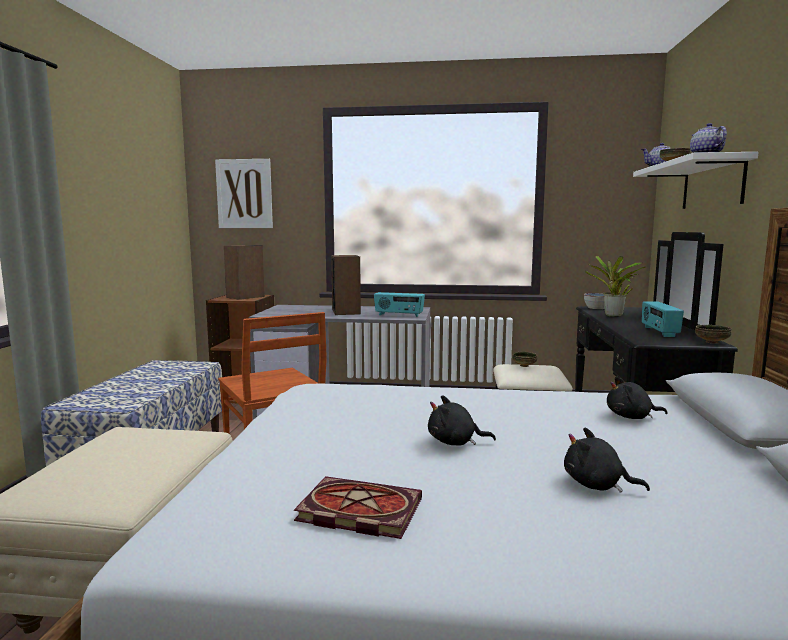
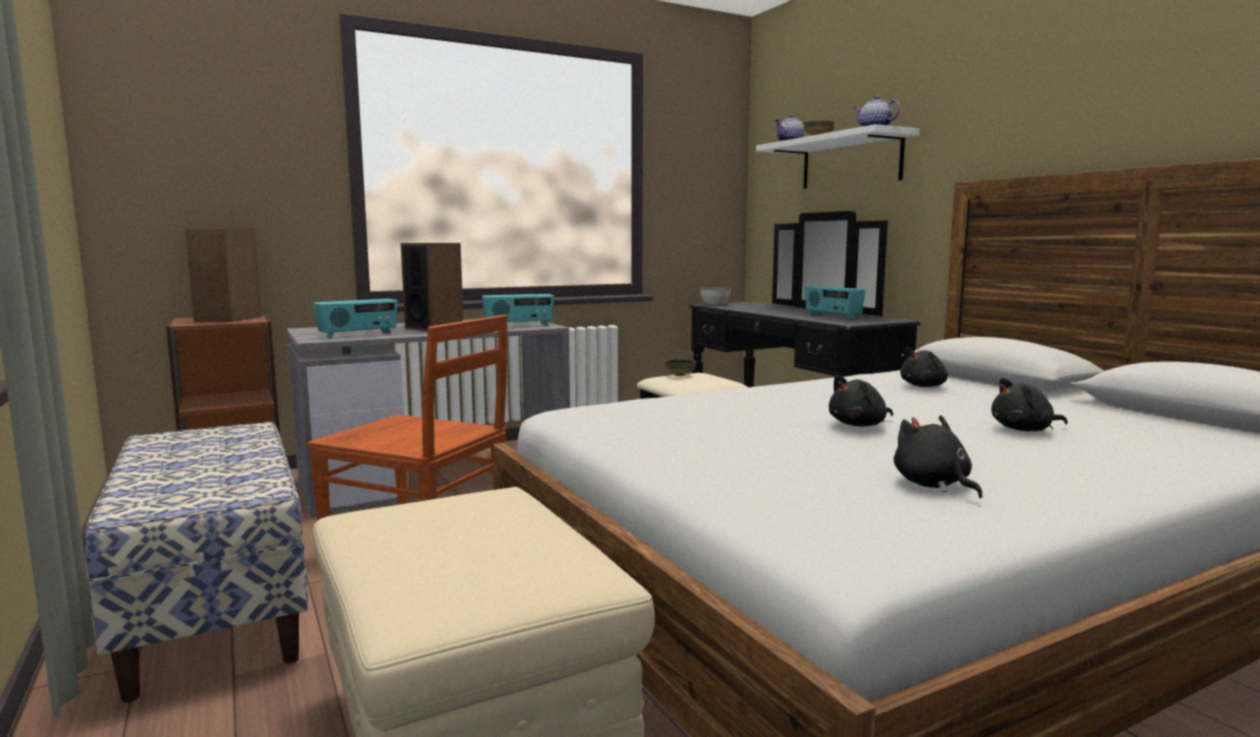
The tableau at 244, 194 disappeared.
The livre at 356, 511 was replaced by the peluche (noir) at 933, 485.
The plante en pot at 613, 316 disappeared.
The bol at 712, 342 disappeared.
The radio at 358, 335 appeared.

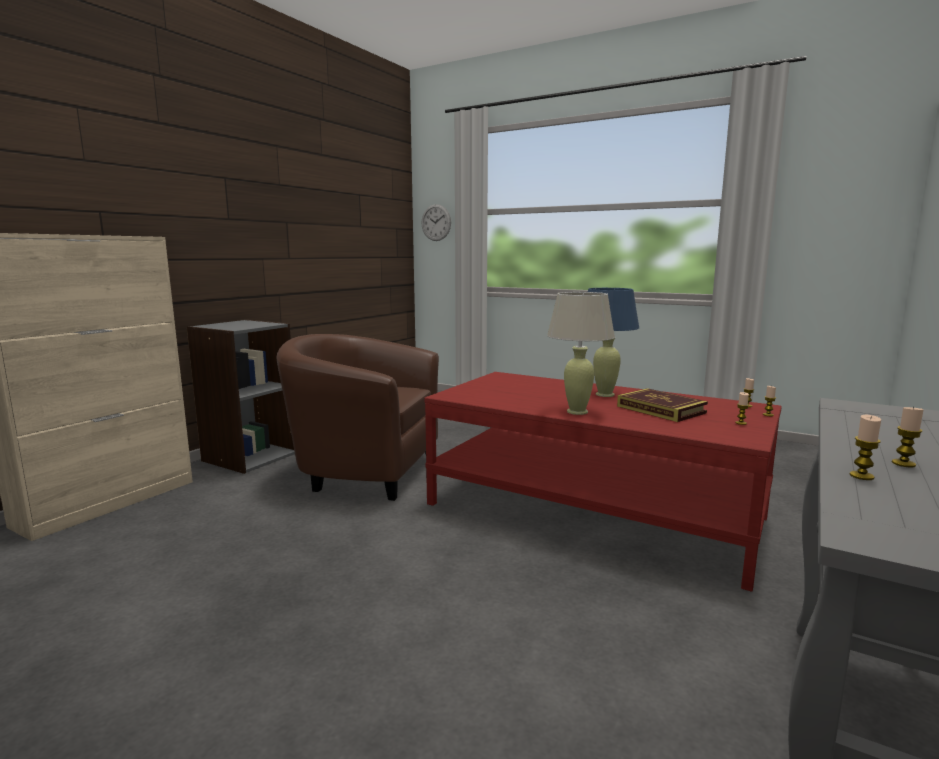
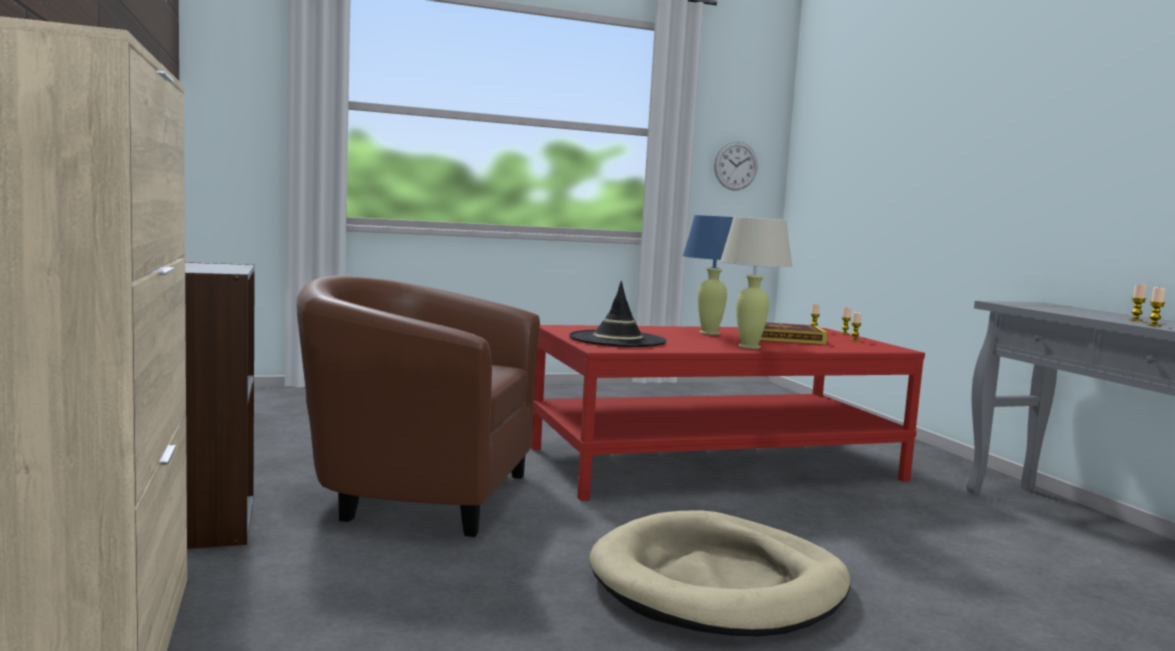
The fauteuil (marron) at 363, 471 turned 45 degrees clockwise.
The horloge murale moved from 436, 222 to 735, 166.
The chapeau (noir) at 617, 340 appeared.
The panier pour chien (beige) at 719, 584 appeared.

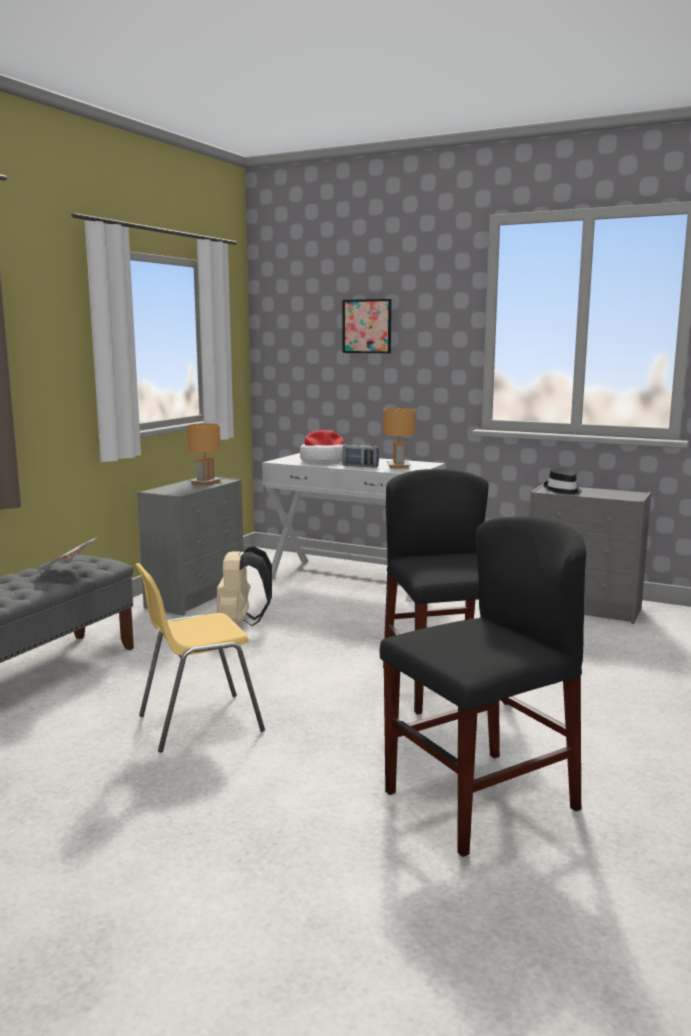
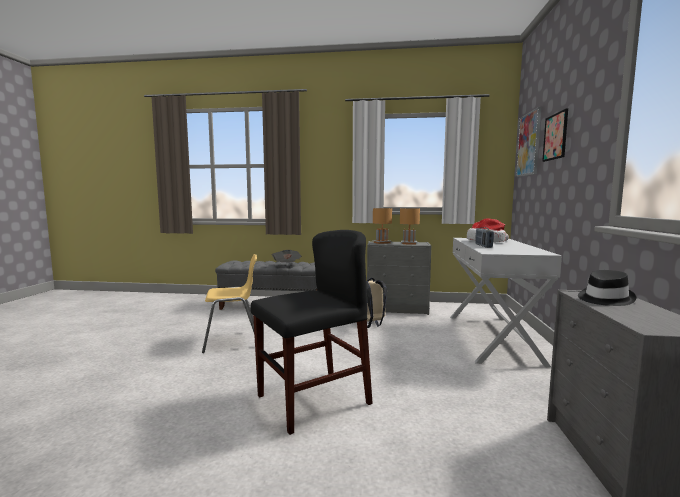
The chaise (jaune) at 198, 723 turned 120 degrees clockwise.
The chaise (noir) at 480, 800 disappeared.
The lampe de table (marron) moved from 399, 466 to 382, 242.
The tableau at 529, 144 appeared.

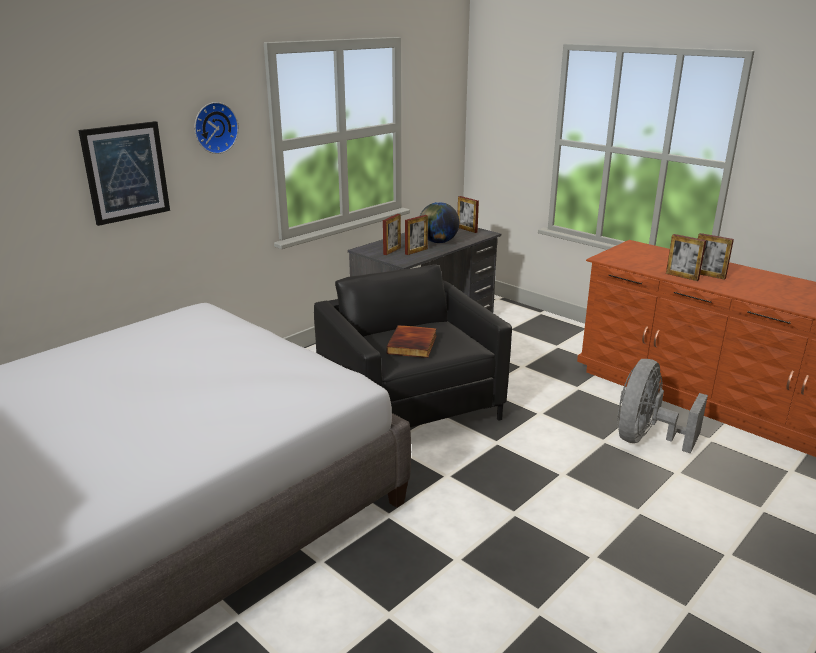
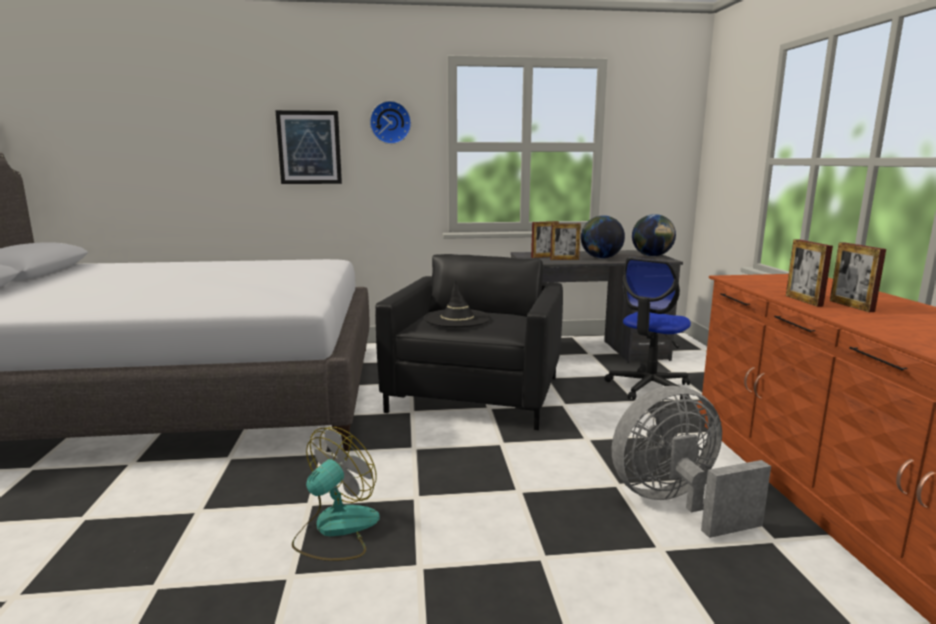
The livre at 413, 345 was replaced by the chapeau (noir) at 457, 319.
The cadre photo at 467, 229 was replaced by the globe at 652, 256.
The ventilateur at 335, 529 appeared.
The chaise de bureau at 649, 387 appeared.

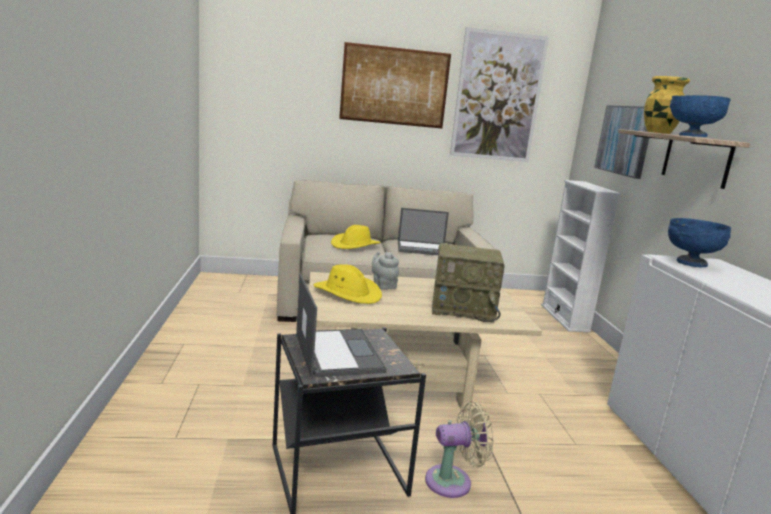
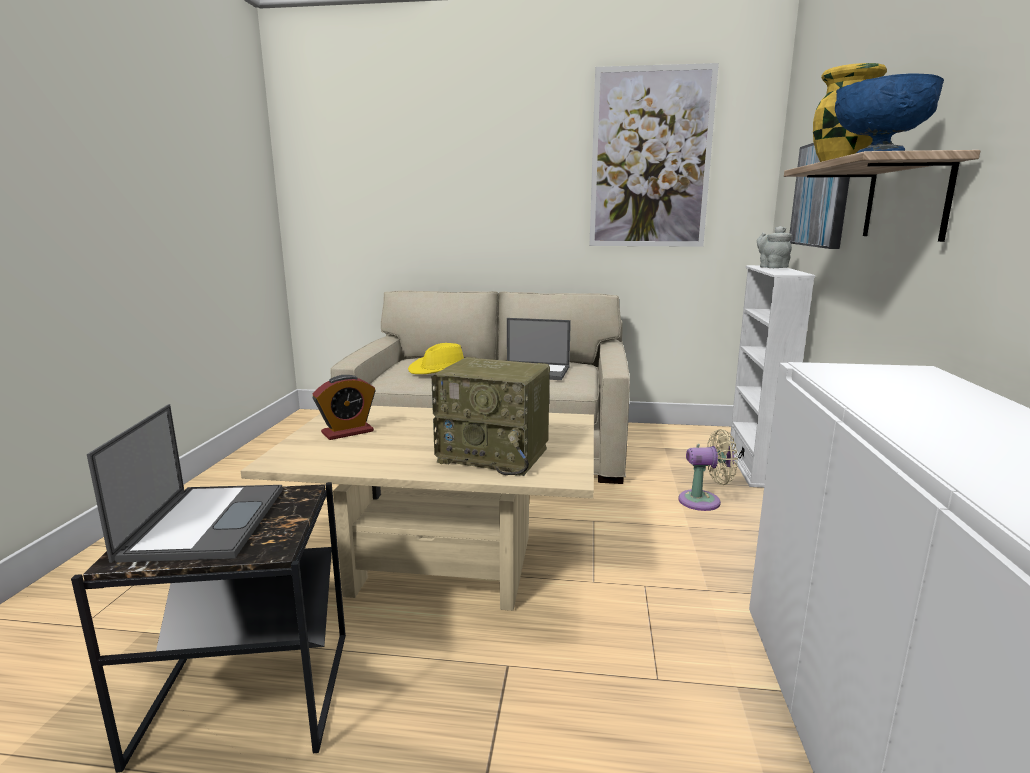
The chapeau (jaune) at 348, 293 was replaced by the réveil at 347, 432.
The tableau at 394, 86 disappeared.
The théière (gris) moved from 383, 285 to 771, 267.
The ventilateur (beige) moved from 453, 481 to 704, 501.
The bol (bleu) at 690, 263 disappeared.

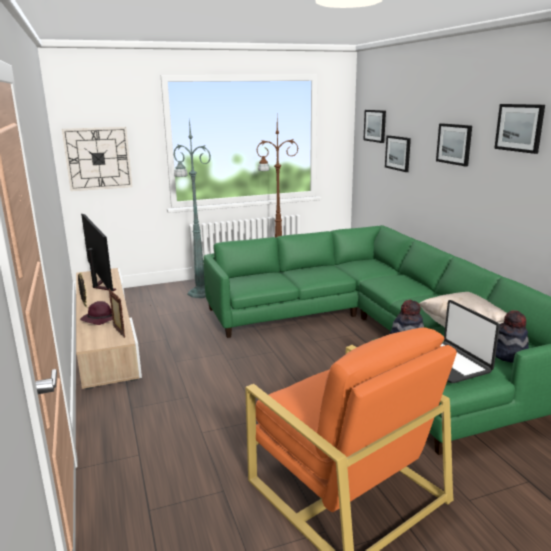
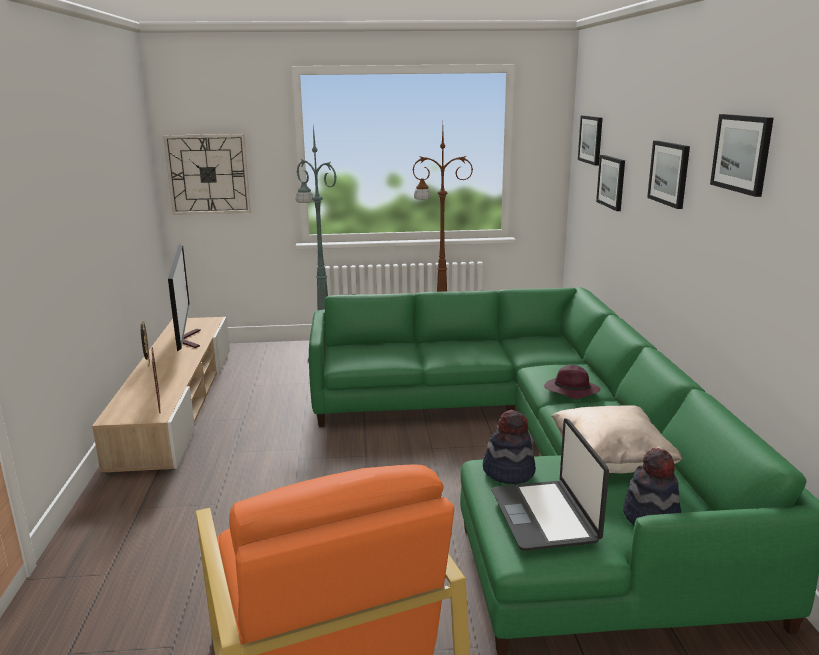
The chapeau (violet) moved from 100, 319 to 570, 391.

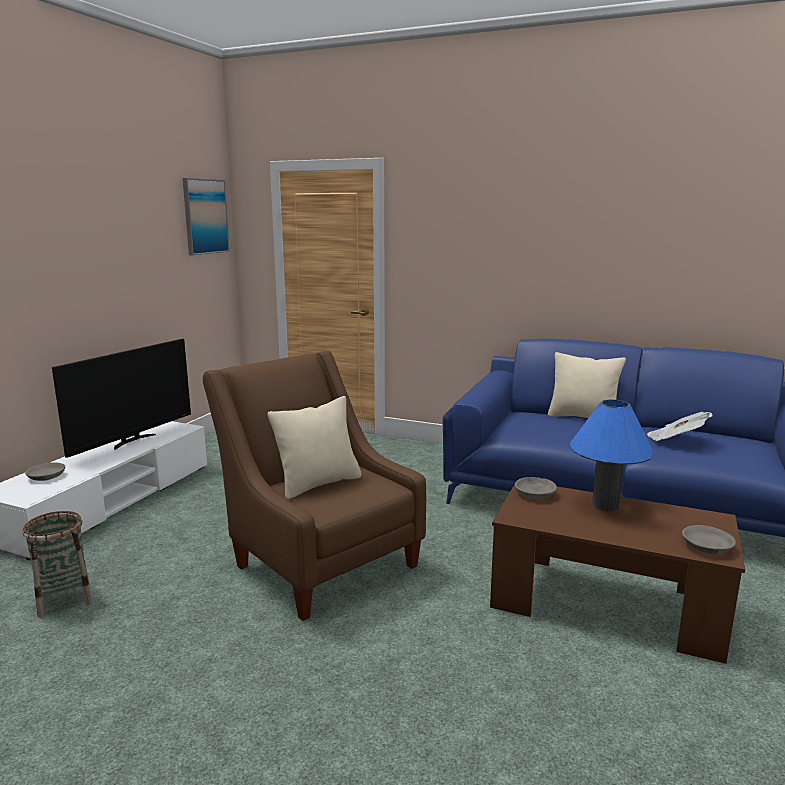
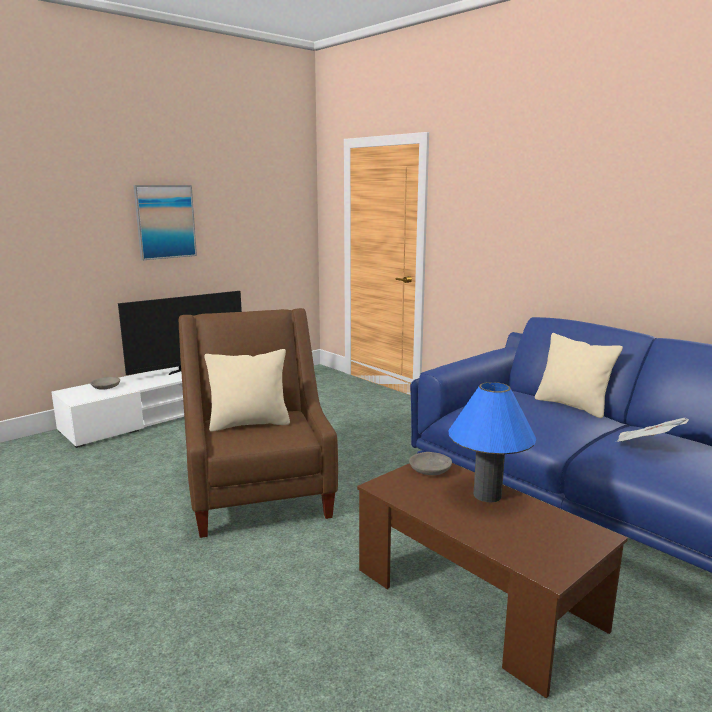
The panier at 64, 598 disappeared.
The tableau moved from 205, 216 to 165, 222.
The bol (gris) at 706, 547 disappeared.

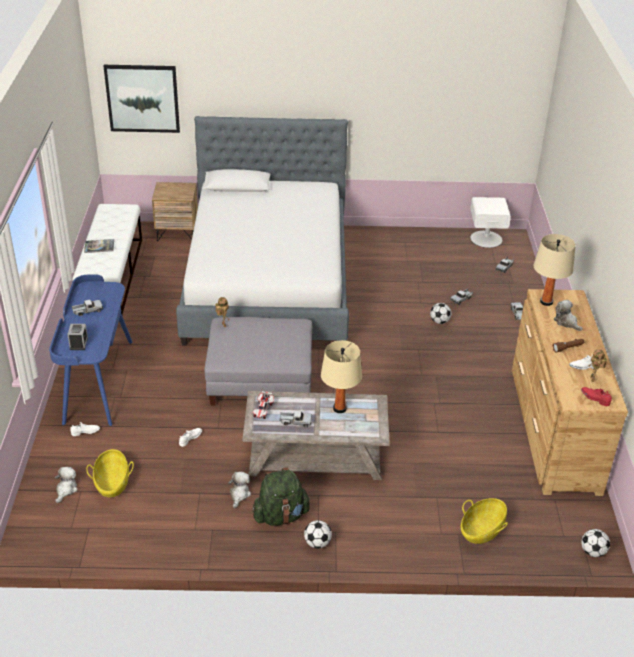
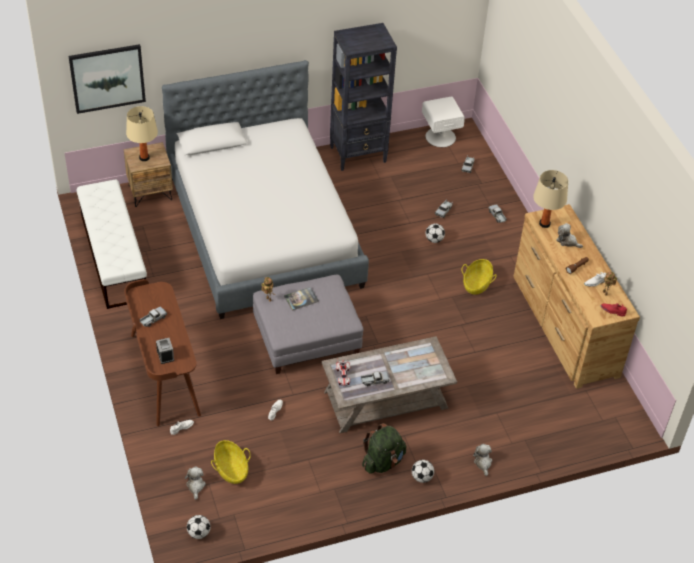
The bureau (bleu) at 97, 381 became the bureau (marron) at 163, 374.
The livre moved from 99, 246 to 301, 299.
The peluche moved from 239, 494 to 483, 463.
The lampe de table (beige) moved from 339, 408 to 144, 157.
The panier moved from 482, 530 to 477, 284.
The ballon de foot moved from 593, 552 to 199, 533.
The bibliothèque (noir) at 358, 154 appeared.

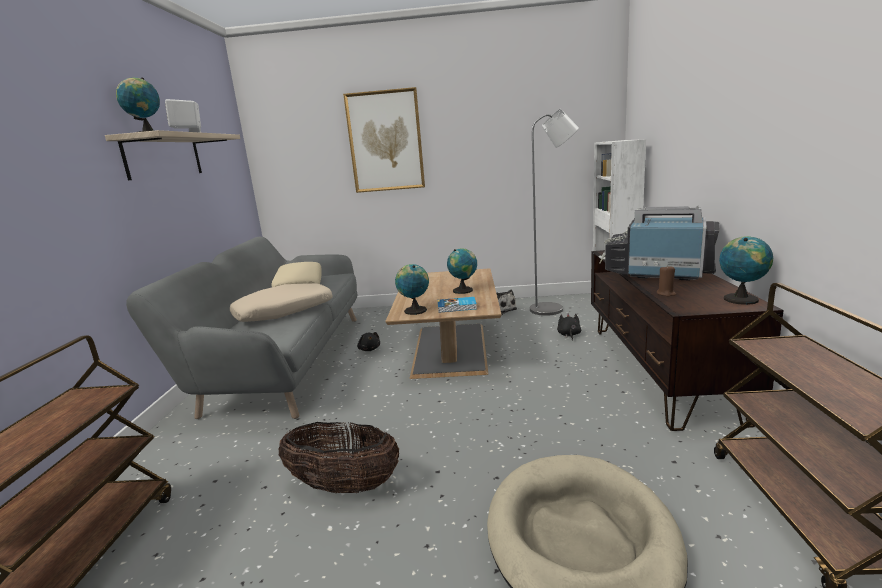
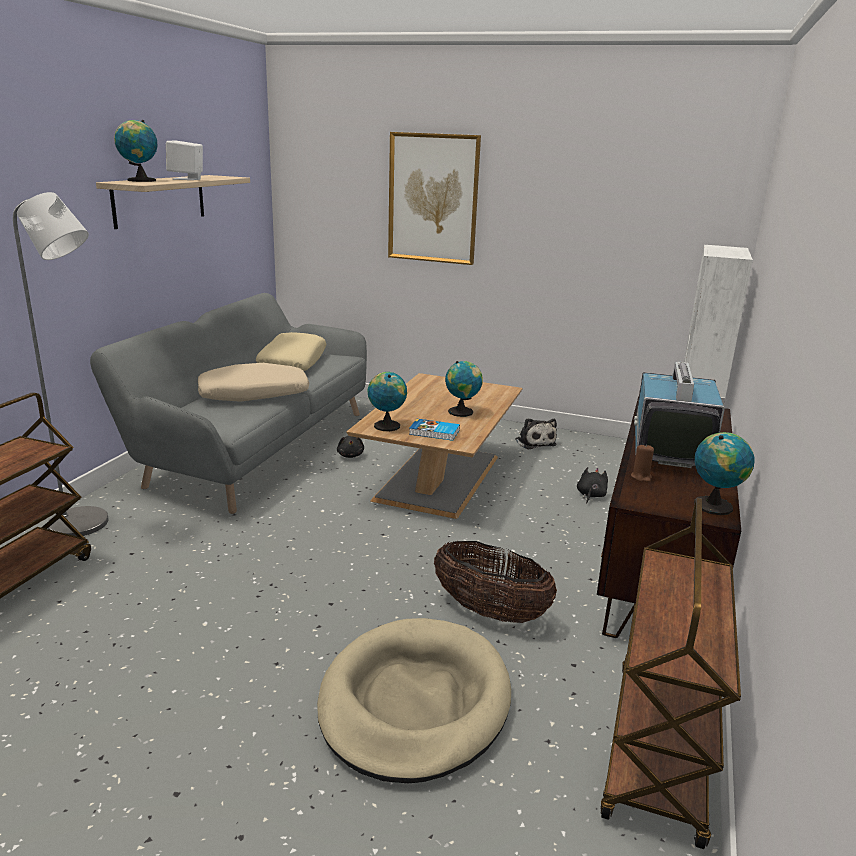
The panier moved from 343, 486 to 490, 611.
The lampadaire (gris) moved from 552, 309 to 87, 525.
The téléviseur at 657, 273 turned 60 degrees clockwise.

